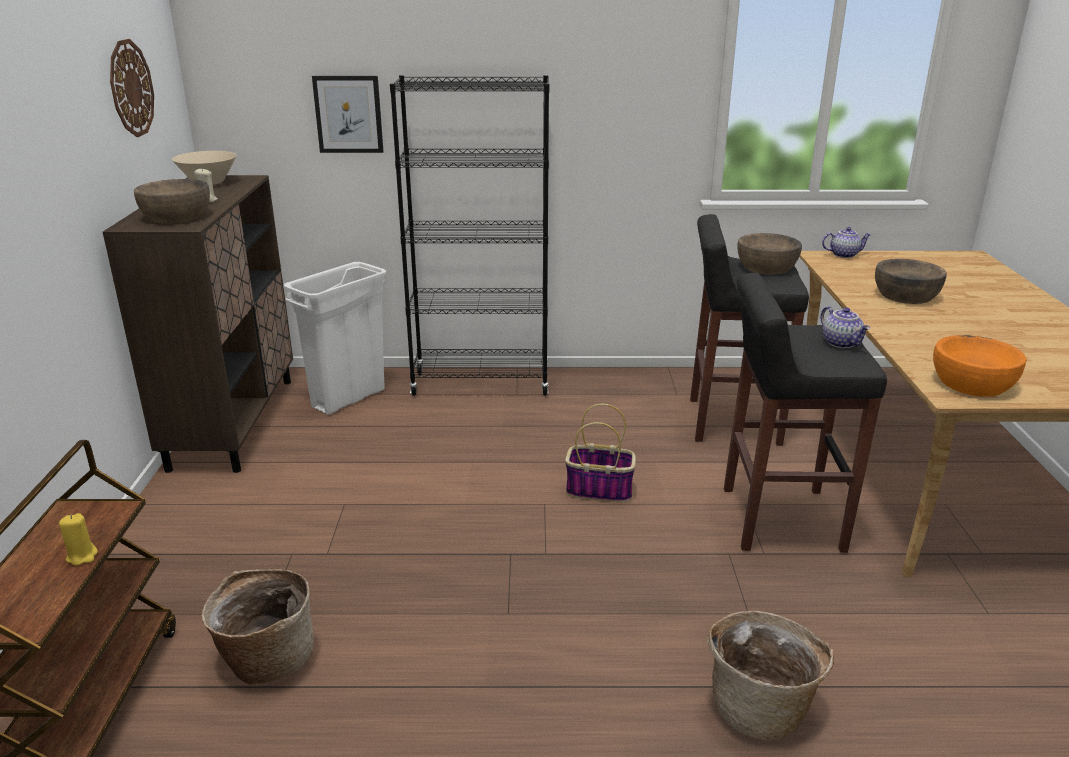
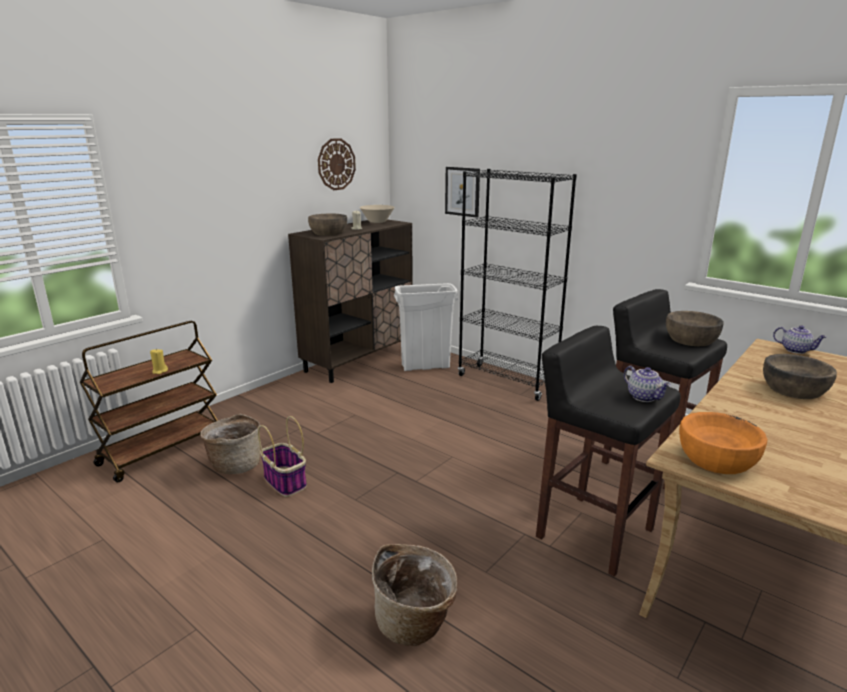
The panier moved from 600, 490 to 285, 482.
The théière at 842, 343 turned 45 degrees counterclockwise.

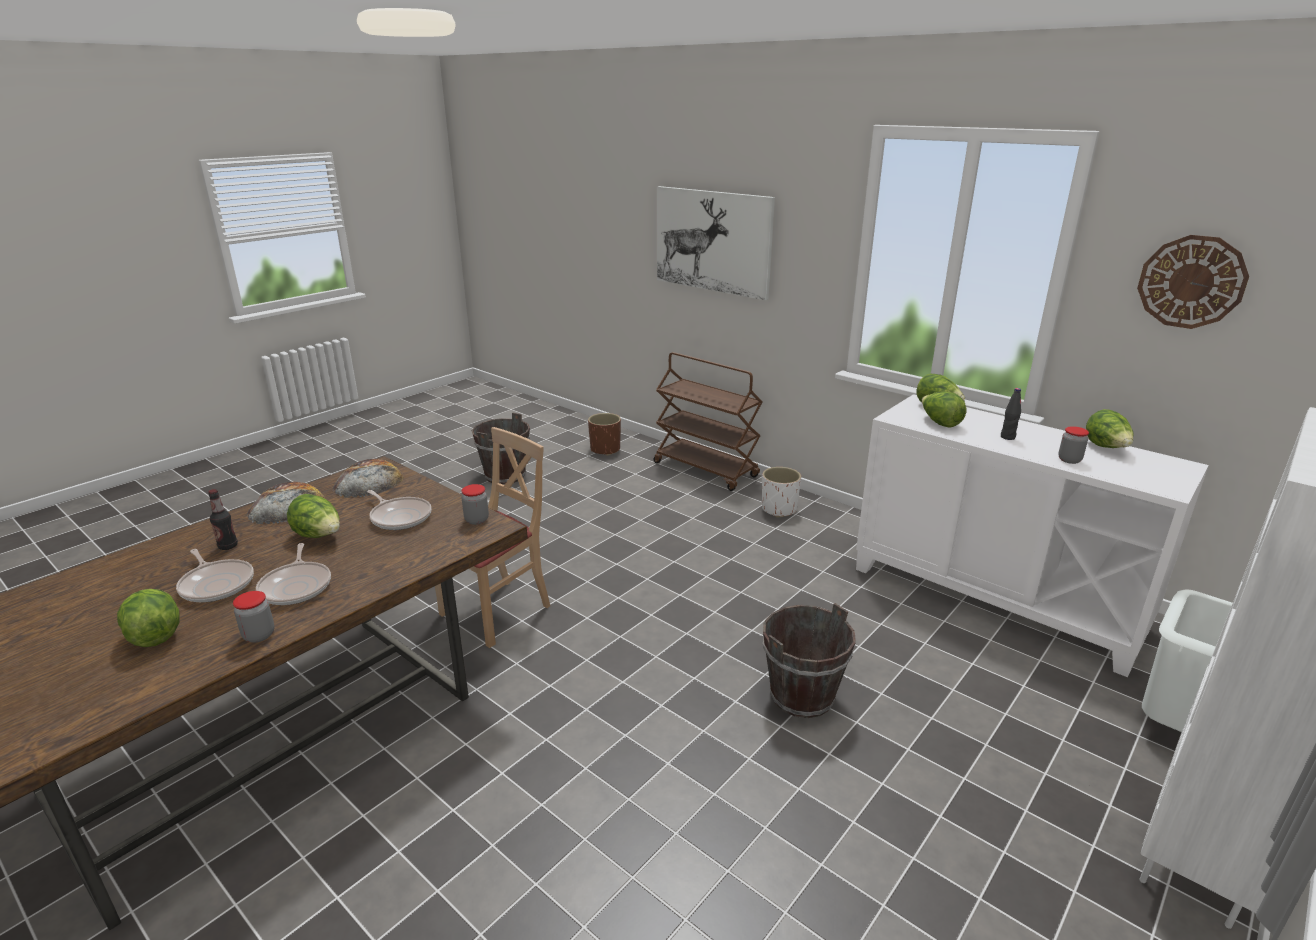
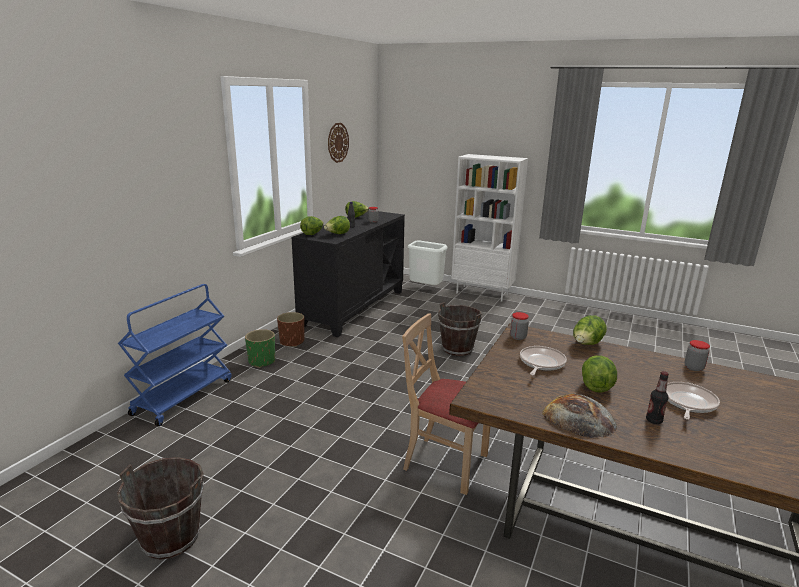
The laitue moved from 155, 635 to 586, 345.
The poêle at 297, 586 disappeared.
The pain at 368, 482 disappeared.
The cache-pot (marron) moved from 605, 449 to 292, 341.
The chariot (marron) at 706, 470 became the chariot (bleu) at 183, 396.
The tableau at 712, 241 disappeared.
The cache-pot (blanc) at 779, 509 became the cache-pot (vert) at 262, 361.
The meuble de rangement (blanc) at 995, 597 became the meuble de rangement (noir) at 353, 308.

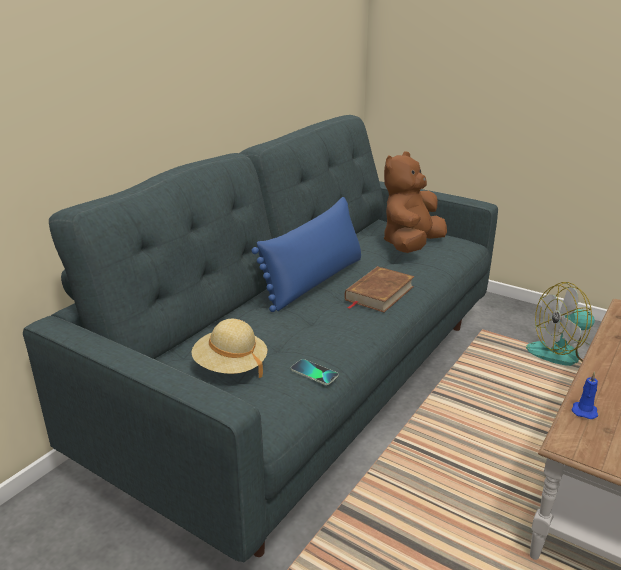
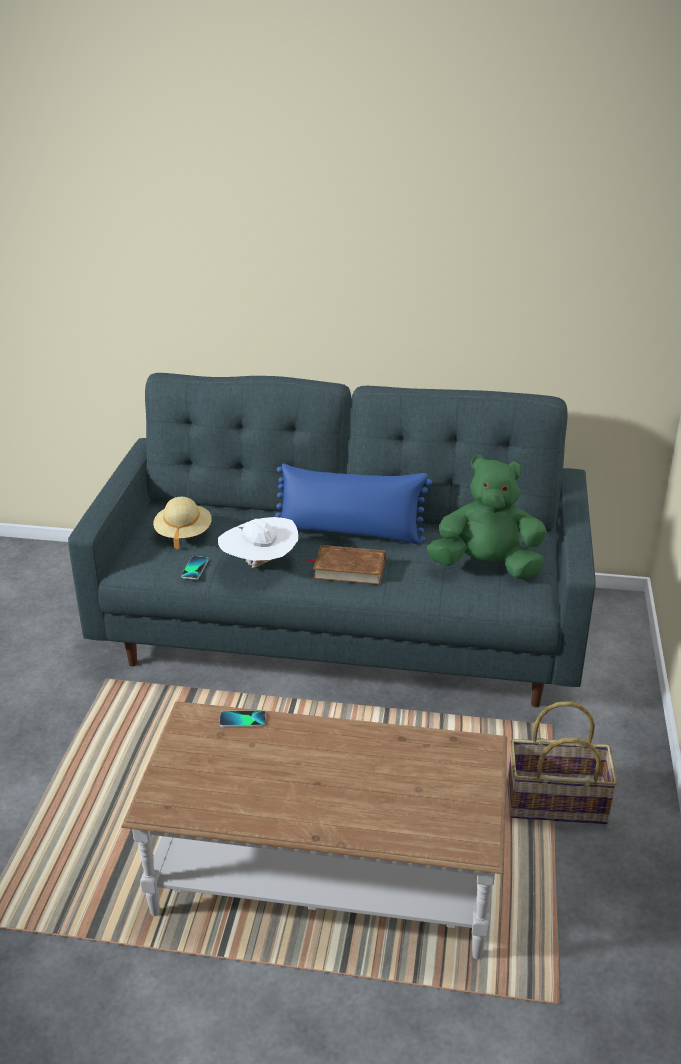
The peluche (marron) at 411, 246 became the peluche (vert) at 486, 567.
The ventilateur at 564, 353 was replaced by the panier at 556, 804.
The bougie (bleu) at 584, 410 was replaced by the téléphone at 242, 720.
The chapeau (blanc) at 259, 565 appeared.

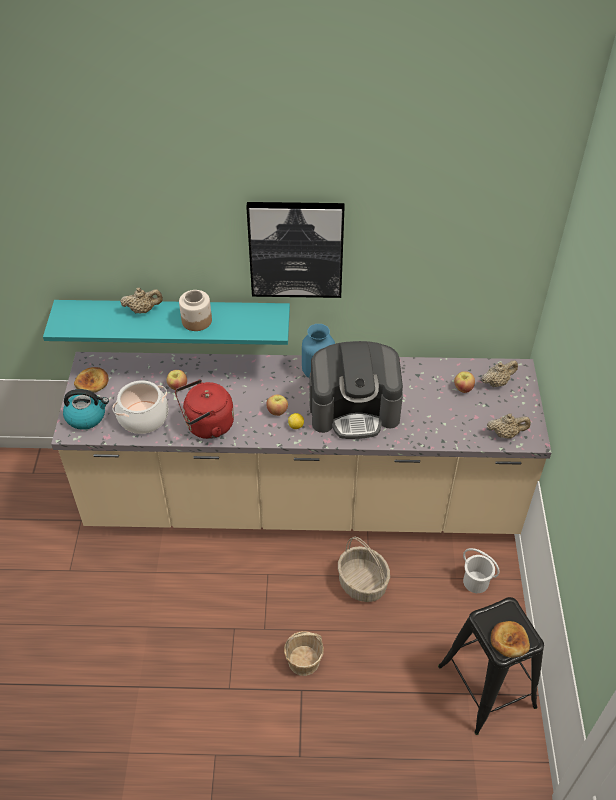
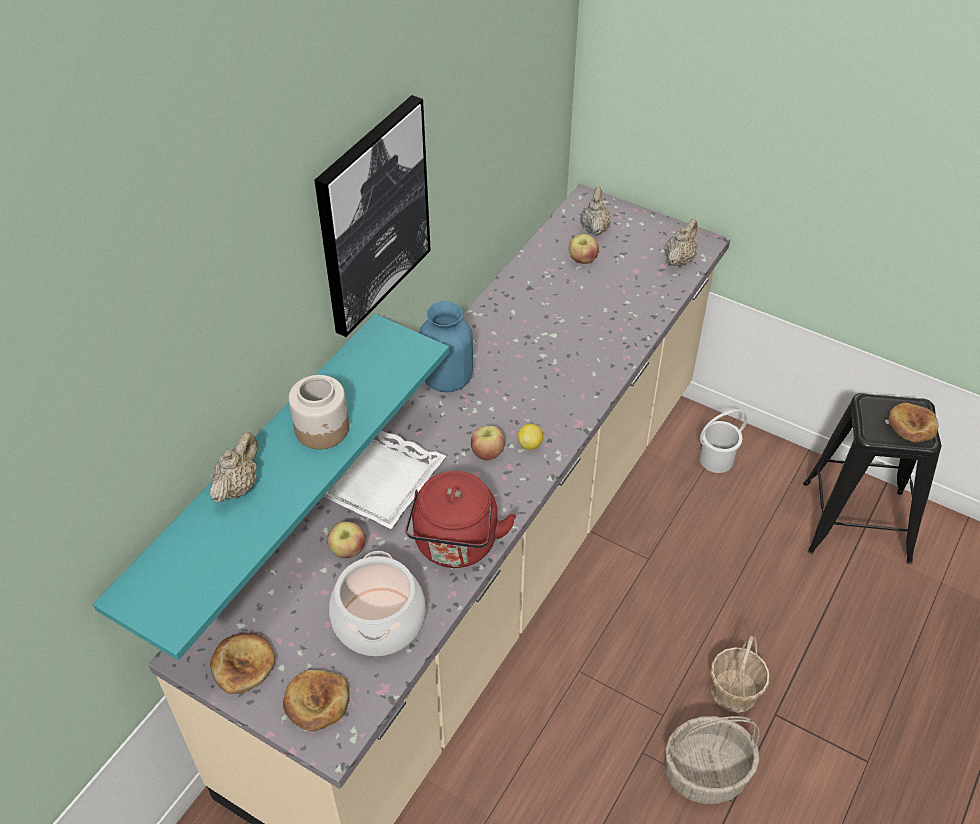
The bouilloire at 87, 416 was replaced by the pain at 316, 702.
The machine à café at 354, 409 disappeared.
The panier moved from 363, 583 to 706, 772.
The plateau (blanc) at 380, 482 appeared.

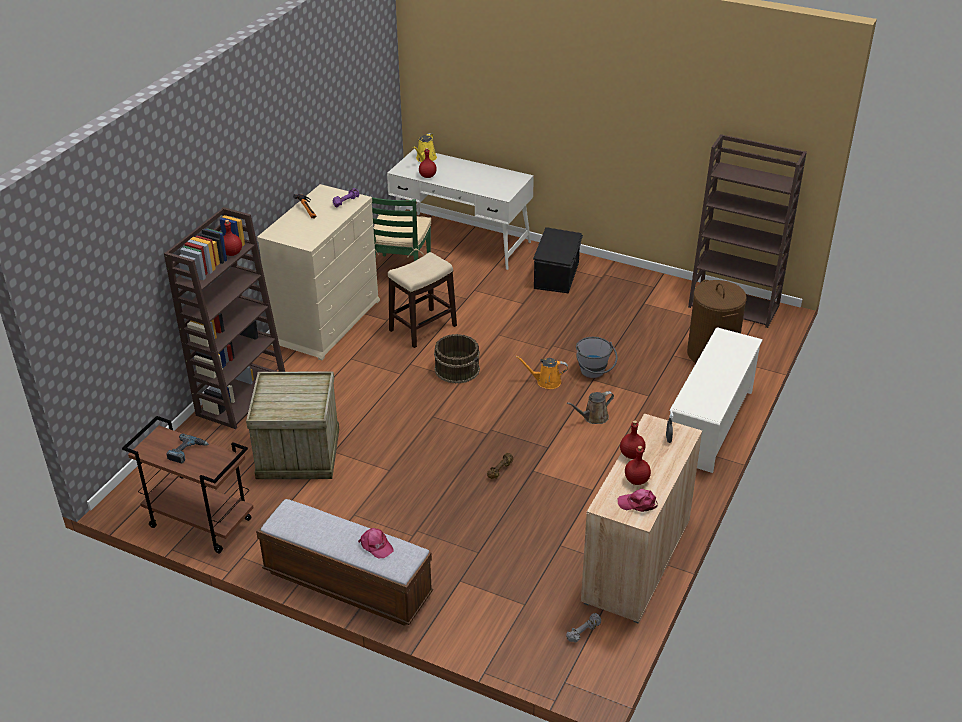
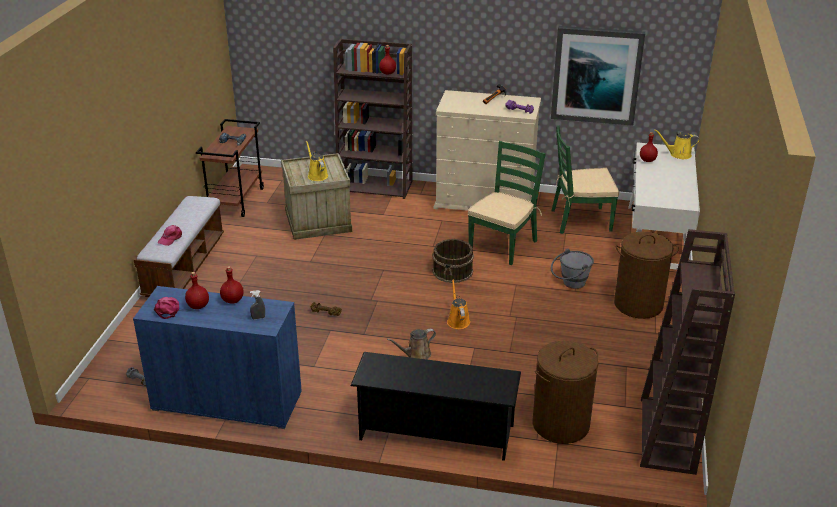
The tabouret at 423, 328 was replaced by the chaise (vert) at 503, 245.
The boîte de rangement (noir) at 557, 275 was replaced by the panier à linge (marron) at 638, 304.
The arrosoir (marron) at 593, 417 turned 75 degrees counterclockwise.
The seau (gris) moved from 594, 374 to 570, 284.
The meuble de rangement (beige) at 636, 560 became the meuble de rangement (bleu) at 227, 401.
The étagère à chaussures (blanc) at 710, 425 became the étagère à chaussures (noir) at 435, 432.
The arrosoir (jaune) at 317, 175 appeared.
The tableau at 596, 75 appeared.

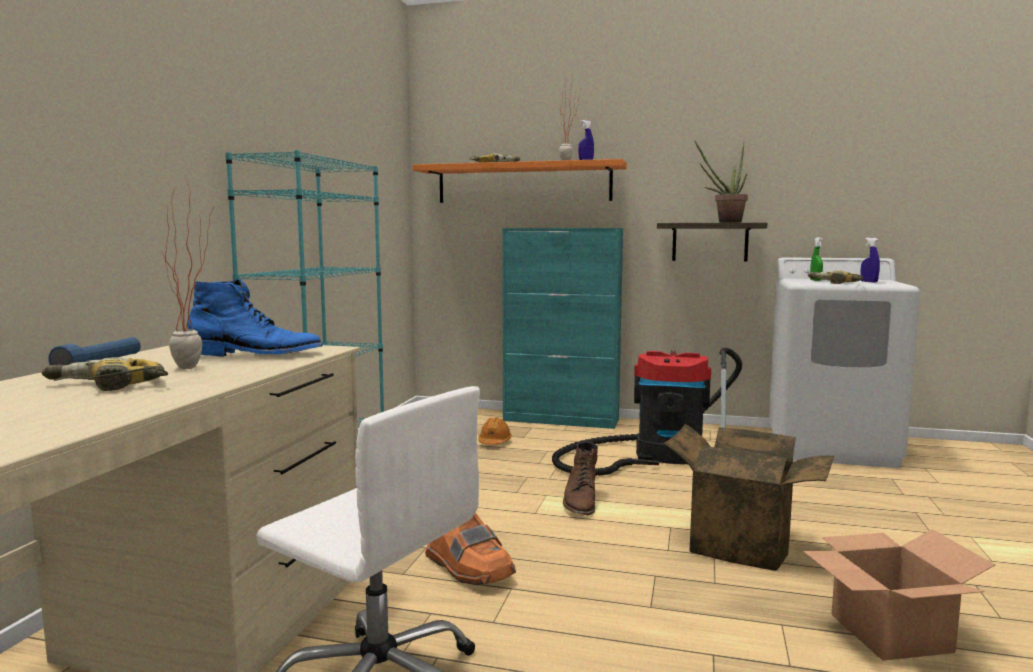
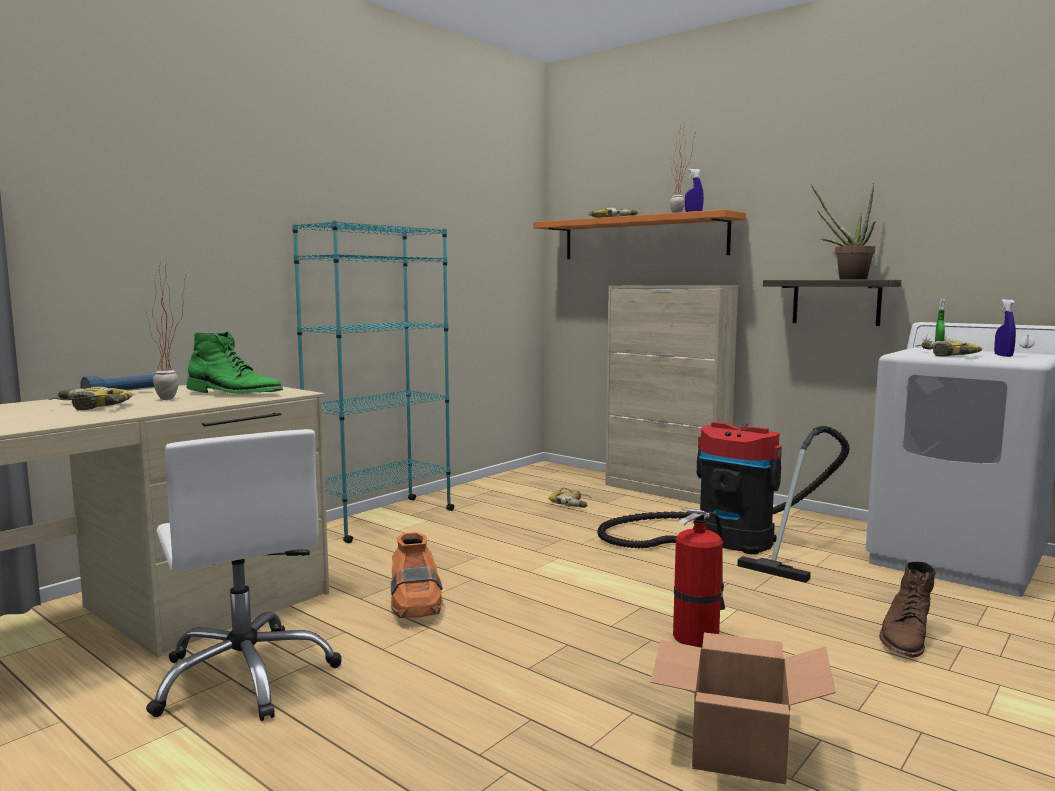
The botte (bleu) at 256, 355 became the botte (vert) at 234, 394.
The casque de chantier (orange) at 494, 442 was replaced by the perceuse at 572, 503.
The meuble de rangement (turquoise) at 561, 420 became the meuble de rangement (beige) at 666, 491.
The botte (marron) moved from 580, 502 to 905, 637.
The carton at 743, 544 was replaced by the extincteur at 697, 636.

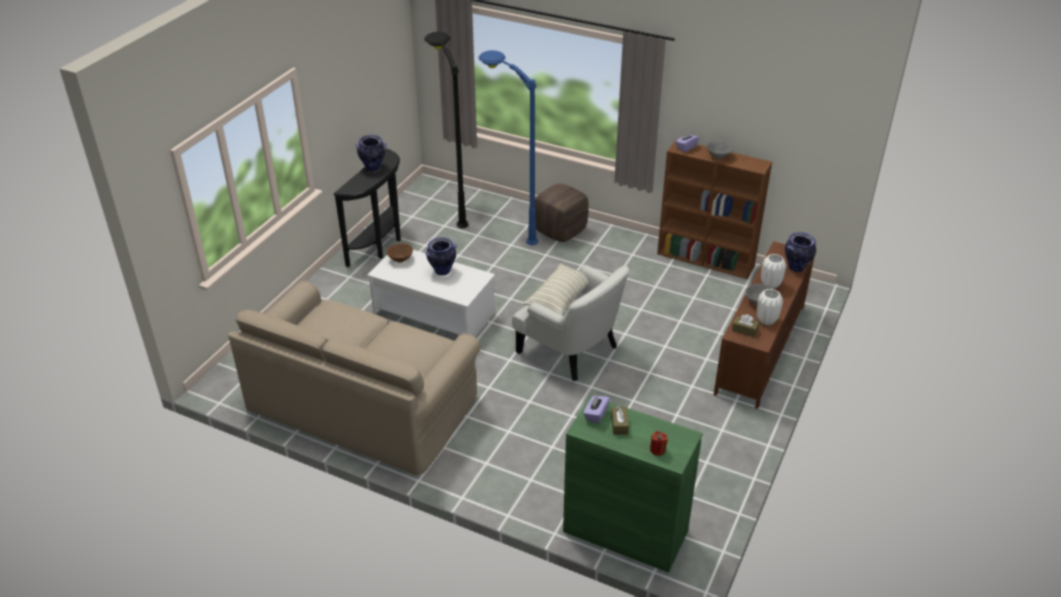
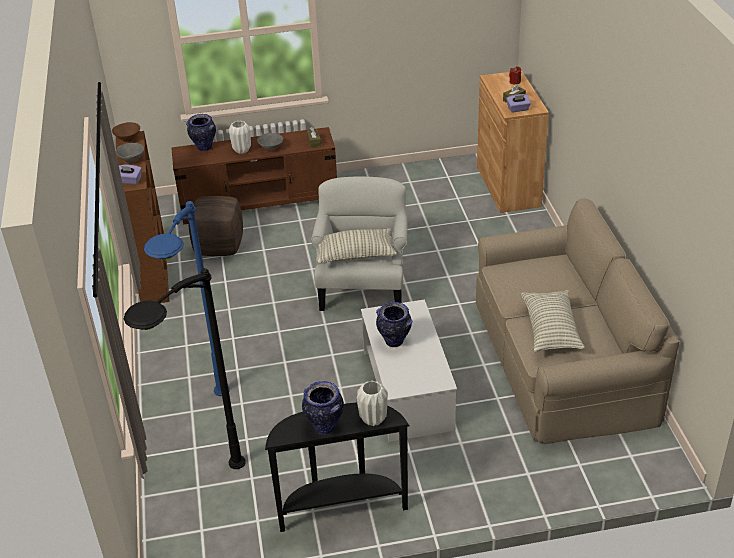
The bol (marron) moved from 401, 259 to 127, 139.
The pouf (marron) moved from 561, 231 to 219, 246.
The meuble de rangement (vert) at 625, 531 became the meuble de rangement (marron) at 508, 186.
The vase (blanc) moved from 766, 321 to 373, 419.
The coussin at 550, 330 appeared.

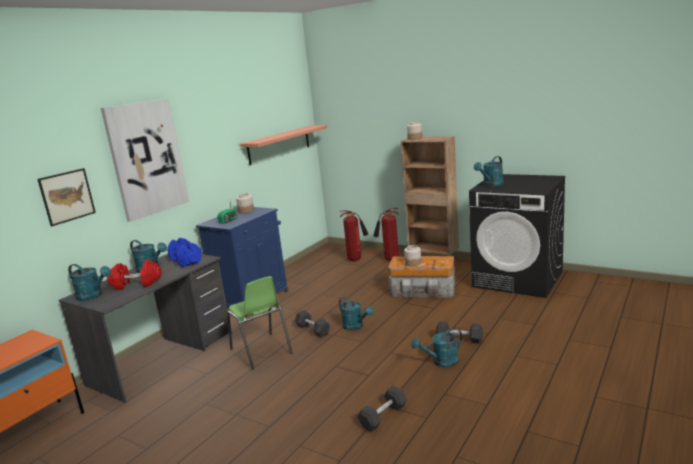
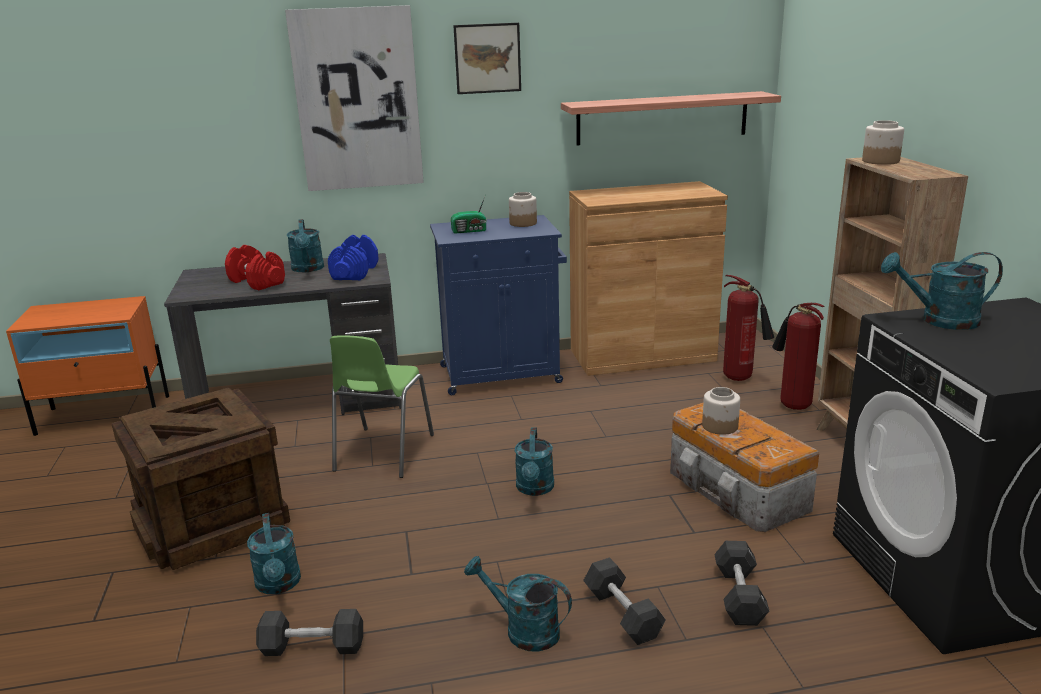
The tableau moved from 67, 196 to 487, 58.
The arrosoir (turquoise) moved from 93, 296 to 279, 585.
The haltère (noir) moved from 313, 330 to 739, 595.
The caisse at 210, 523 appeared.
The meuble de rangement (marron) at 642, 355 appeared.

